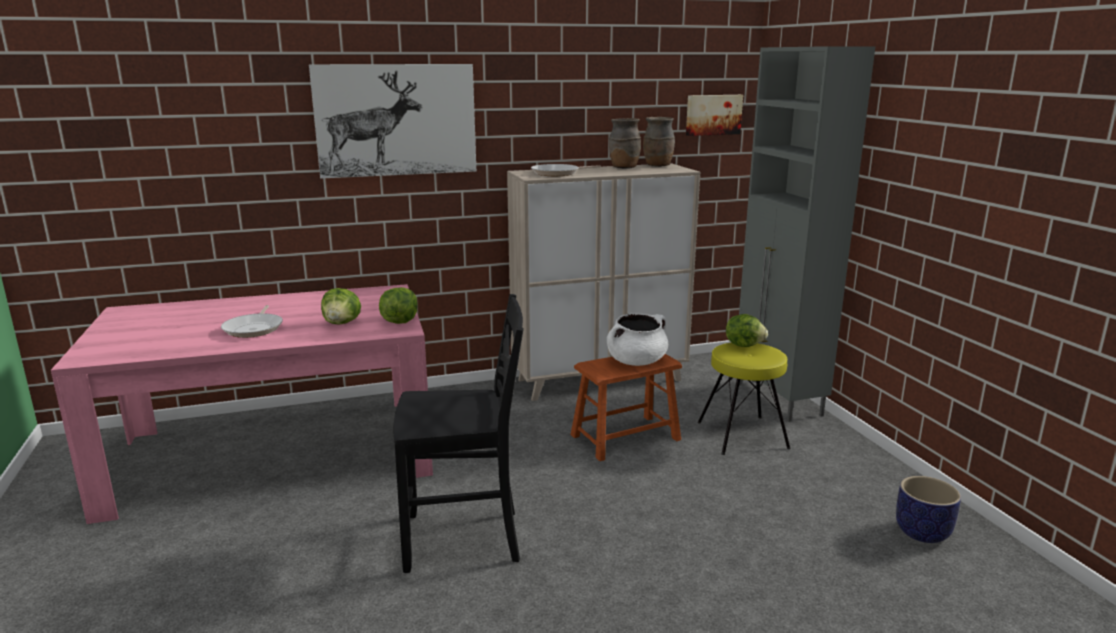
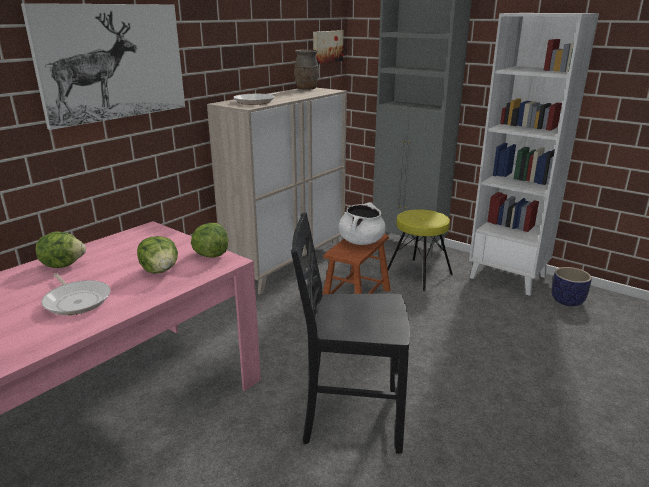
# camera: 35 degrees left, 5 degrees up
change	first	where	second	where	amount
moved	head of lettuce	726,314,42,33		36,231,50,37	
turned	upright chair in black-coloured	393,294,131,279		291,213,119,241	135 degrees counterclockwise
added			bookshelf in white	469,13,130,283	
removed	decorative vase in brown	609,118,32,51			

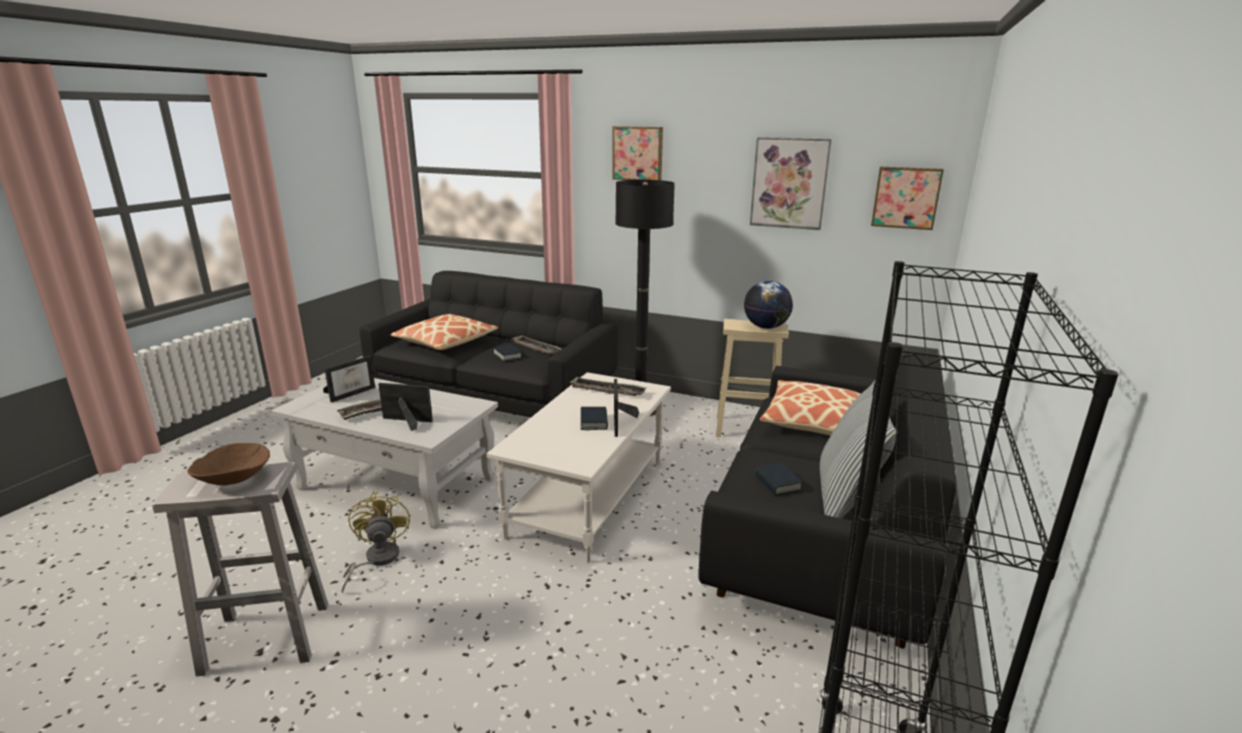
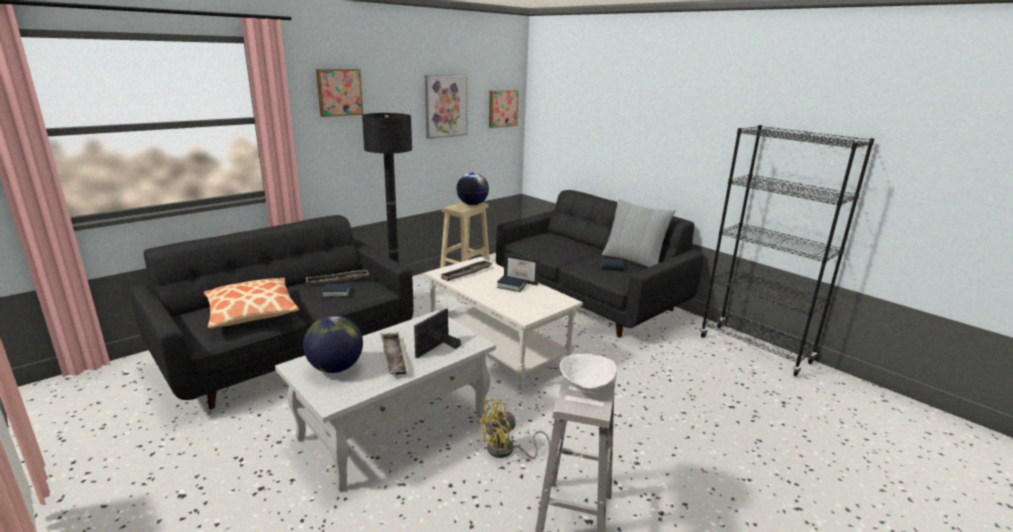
# camera: 65 degrees left, 0 degrees up
change	first	where	second	where	amount
replaced	picture frame	323,355,52,48	globe	303,315,60,58	
turned	fan in yellowish	341,492,69,101		477,398,73,61	45 degrees counterclockwise
recoloured	serving bowl in brown	187,443,83,42	serving bowl in white	560,354,57,37	
removed	throw pillow	760,380,100,56			

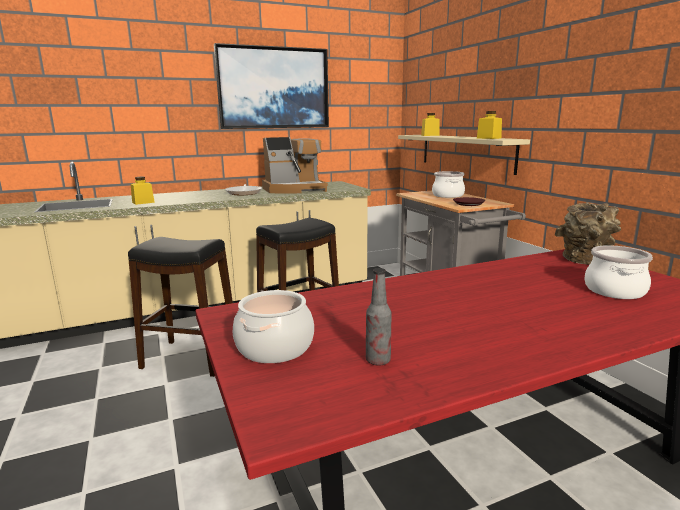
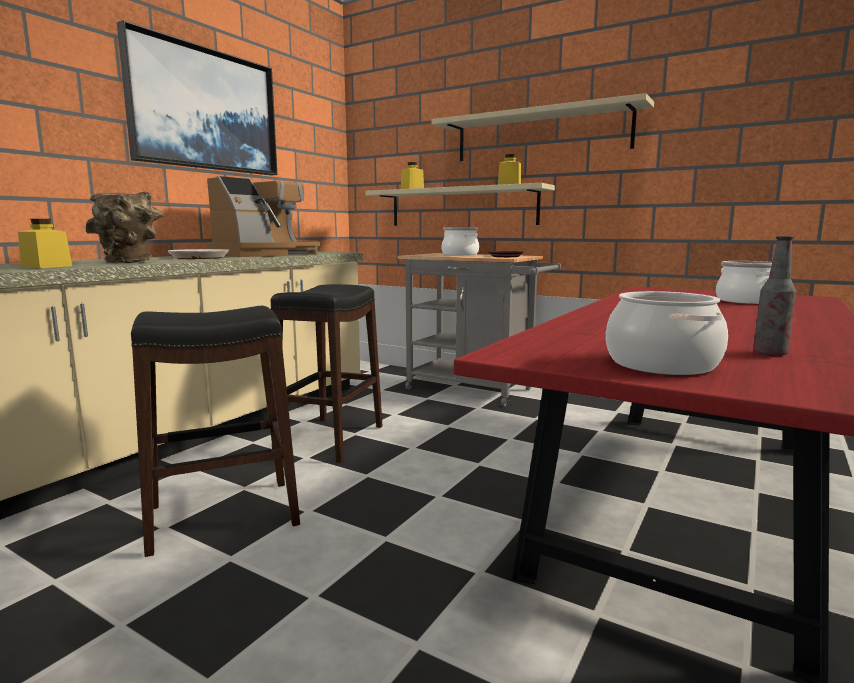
# camera: 35 degrees left, 5 degrees down
change	first	where	second	where	amount
moved	decorative vase in brown	555,202,66,63		86,192,78,71	
added			bracket shelf in beige	432,93,222,68	

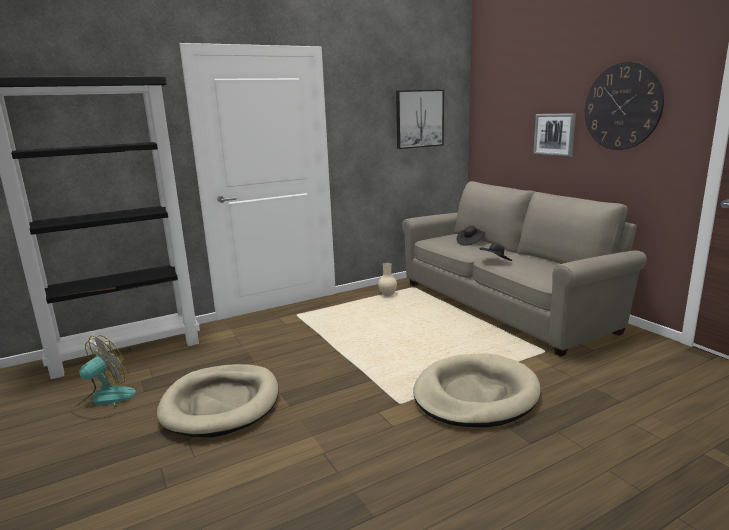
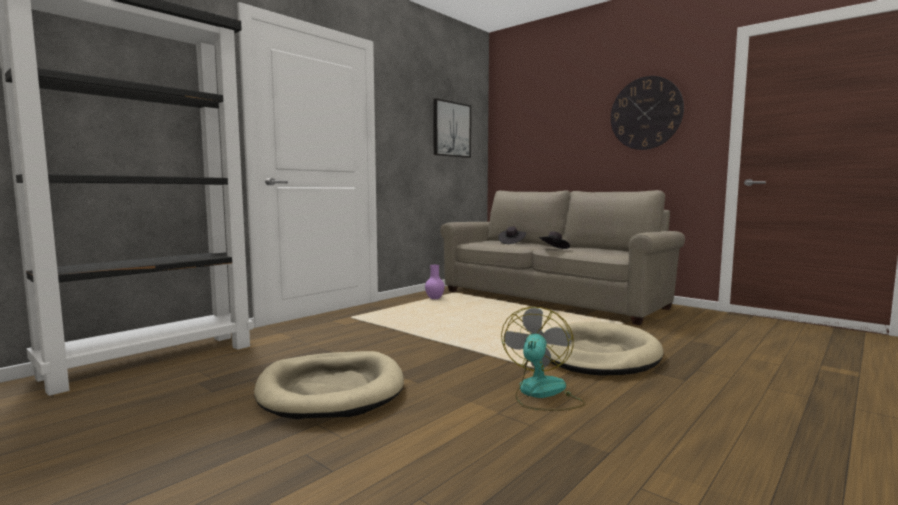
# camera: 20 degrees left, 10 degrees down
change	first	where	second	where	amount
recoloured	decorative vase in beige	378,263,19,33	decorative vase in purple-coloured	425,265,20,34	
moved	fan	71,335,65,84		501,307,85,104	
removed	wall art	533,113,43,44			

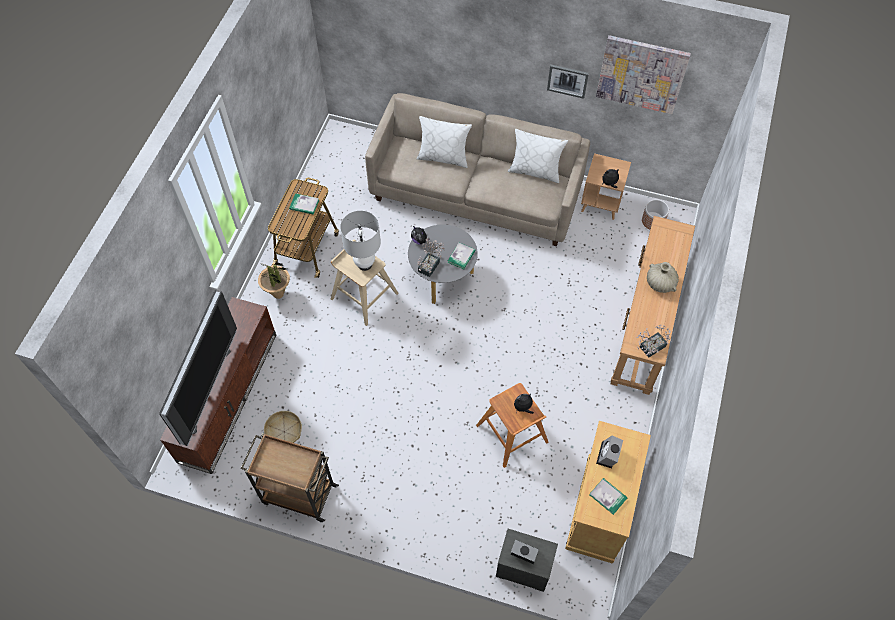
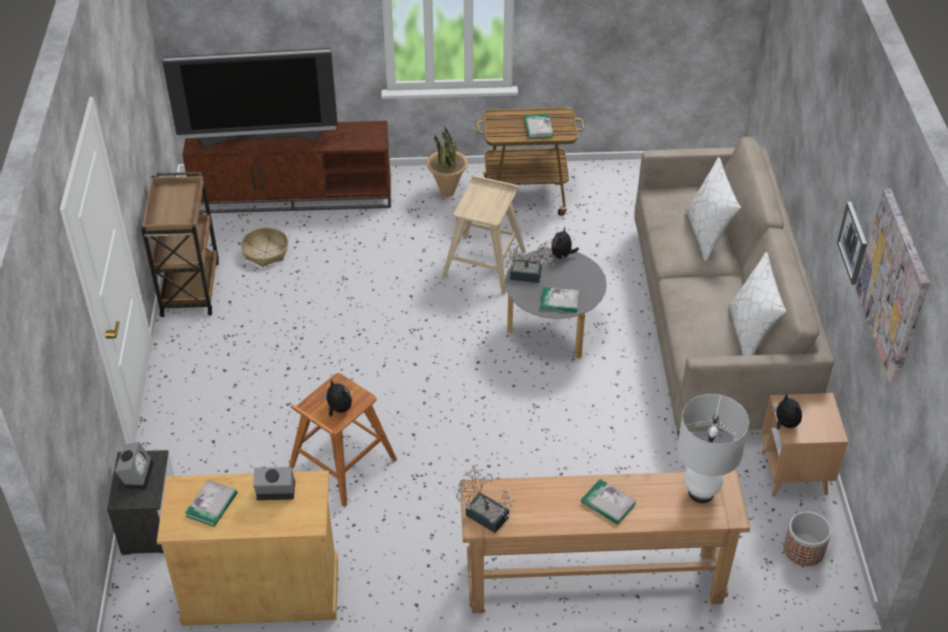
# camera: 70 degrees right, 15 degrees down
change	first	where	second	where	amount
replaced	decorative vase in beige	647,262,32,31	book	581,479,55,46	
moved	tabletop lamp in white	340,210,41,61		677,394,72,109	

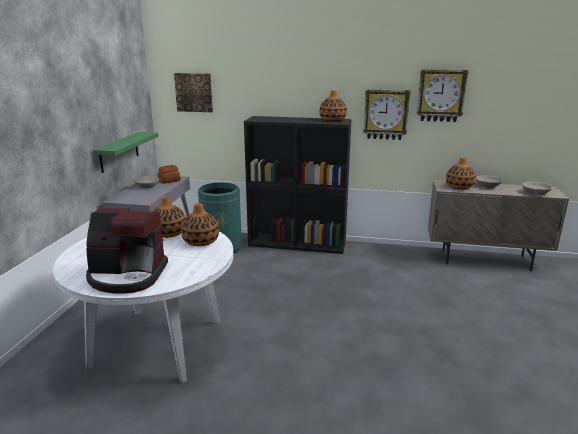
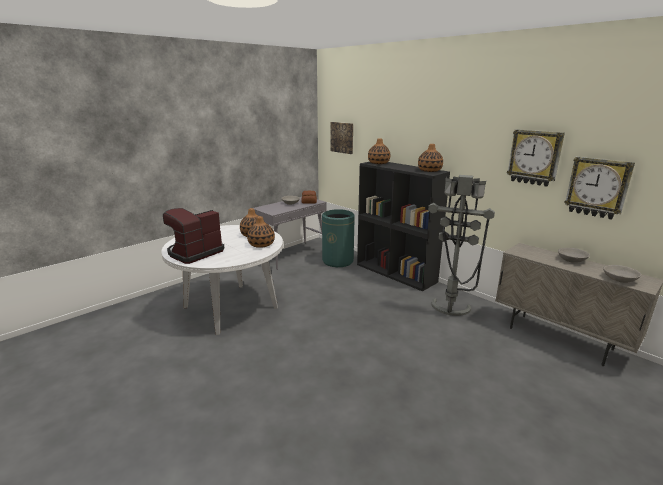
# camera: 35 degrees right, 0 degrees up
change	first	where	second	where	amount
turned	coffee maker	86,208,82,86		163,208,61,56	90 degrees clockwise
moved	decorative vase	446,157,30,32		368,138,22,26	
added			standard lamp in gray	428,175,67,141	
moved	wall clock	363,89,47,51		564,156,71,64	
removed	bracket shelf in greenish	93,132,66,41			

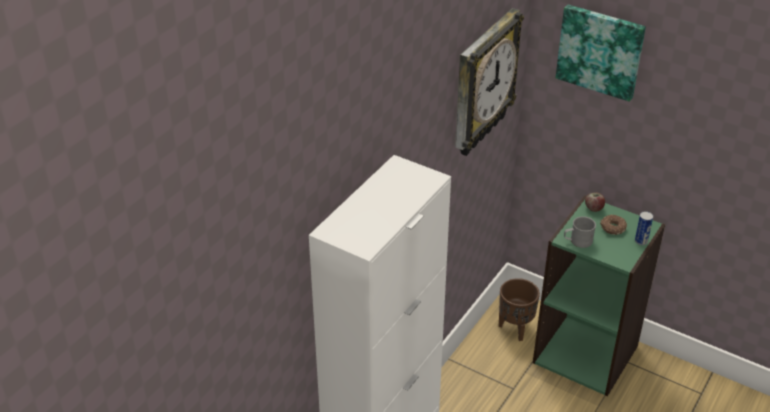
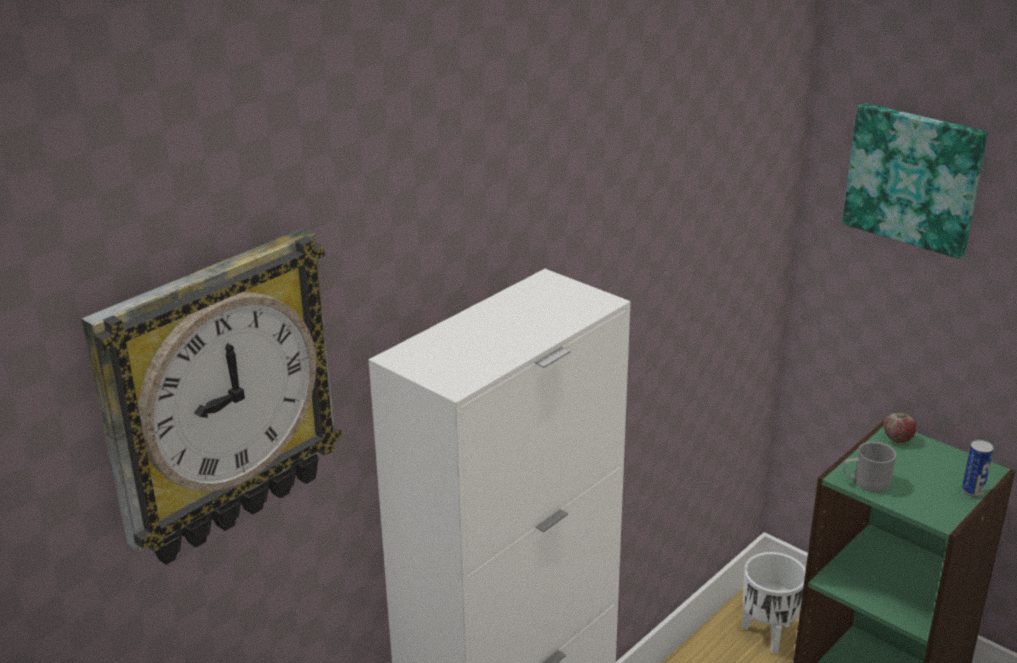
# camera: 10 degrees right, 10 degrees down
change	first	where	second	where	amount
moved	wall clock	455,8,69,148		81,229,261,336	
recoloured	plant pot in brown	499,278,41,63	plant pot in white	742,552,64,102	
removed	donut	600,215,27,20			

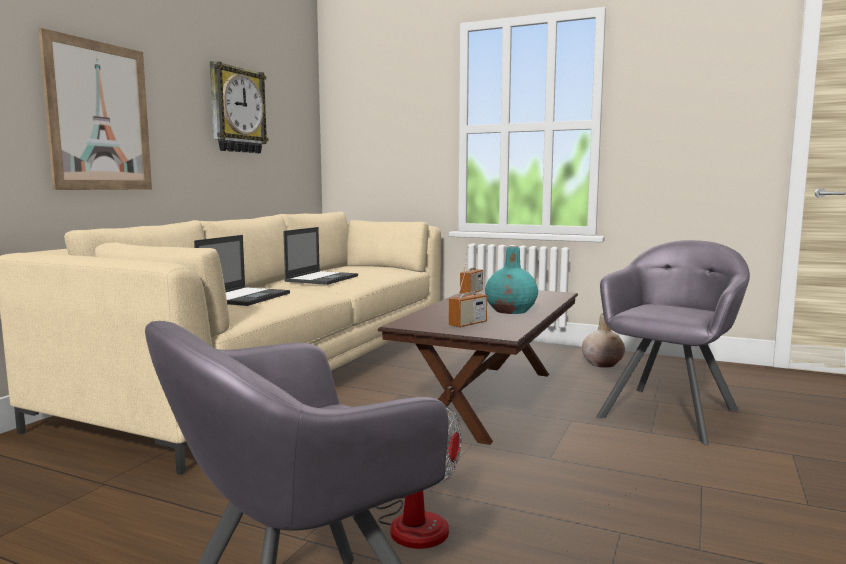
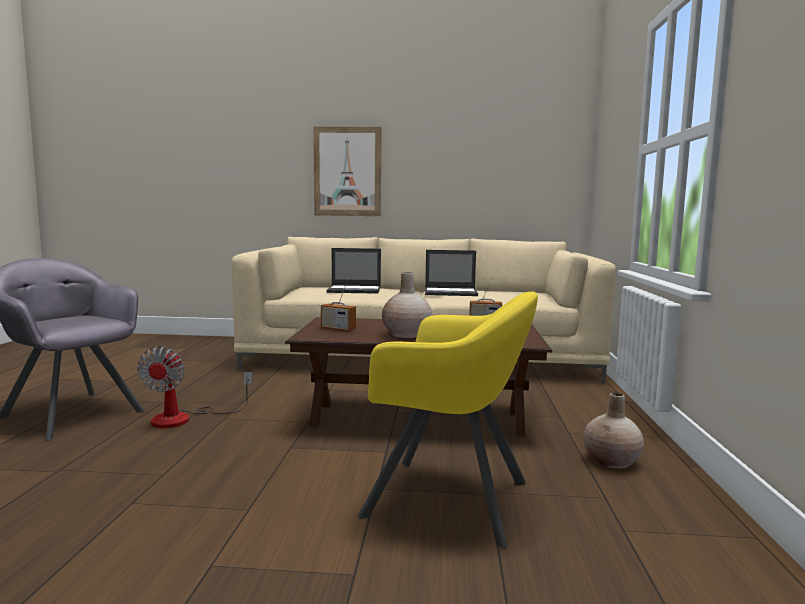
# camera: 70 degrees right, 0 degrees up
change	first	where	second	where	amount
recoloured	lounge chair in gray	596,240,154,205	lounge chair in yellowish	357,292,181,257	
recoloured	decorative vase in turquoise	485,246,53,68	decorative vase in beige	382,272,51,66	
removed	wall clock	210,61,59,92			

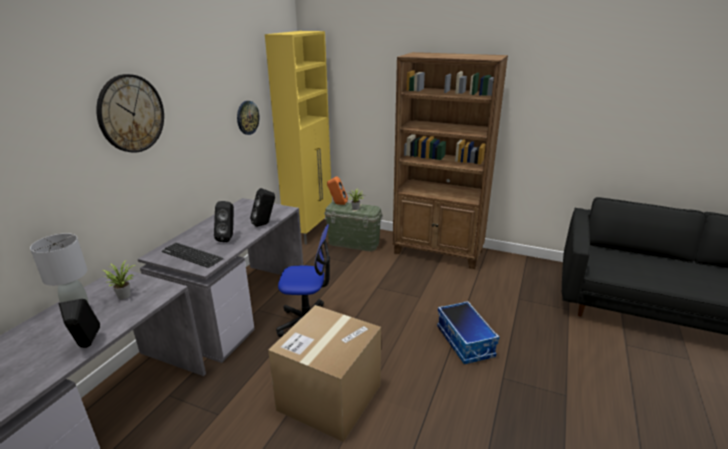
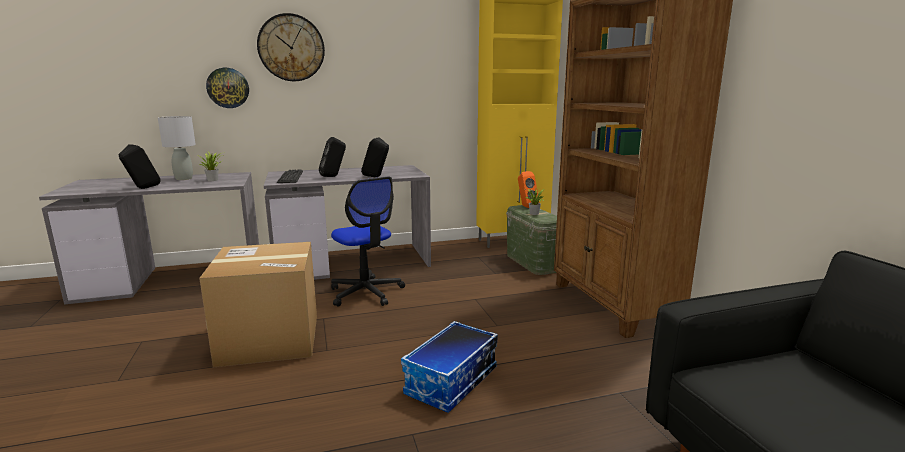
# camera: 50 degrees right, 10 degrees down
change	first	where	second	where	amount
moved	wall clock	237,101,23,34		206,68,43,40	

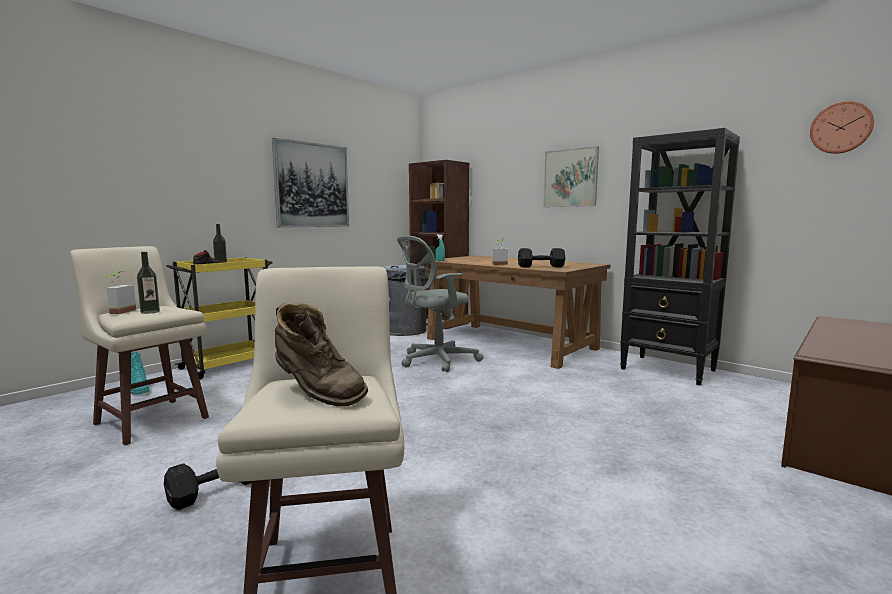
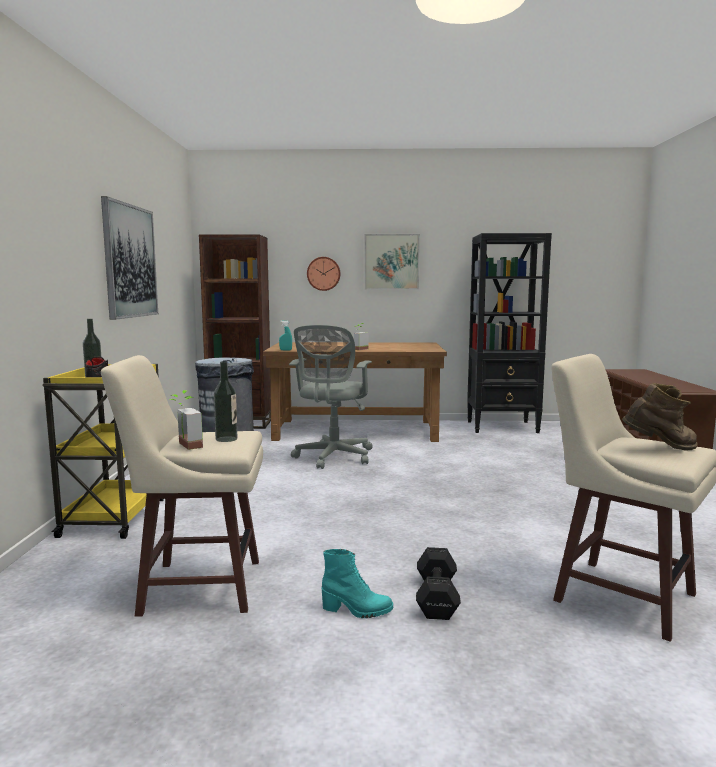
# camera: 40 degrees left, 0 degrees up
change	first	where	second	where	amount
moved	wall clock	810,101,64,53		307,257,34,34	
moved	high-top boot in turquoise	131,352,19,43		322,549,71,69	
removed	hand weight in black-coloured	518,248,47,20			

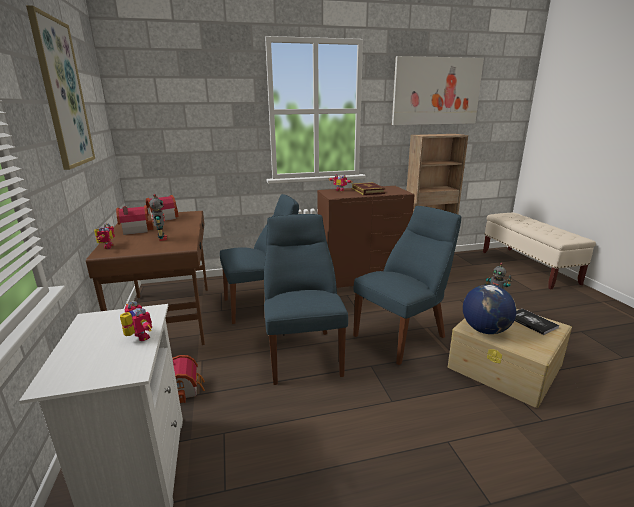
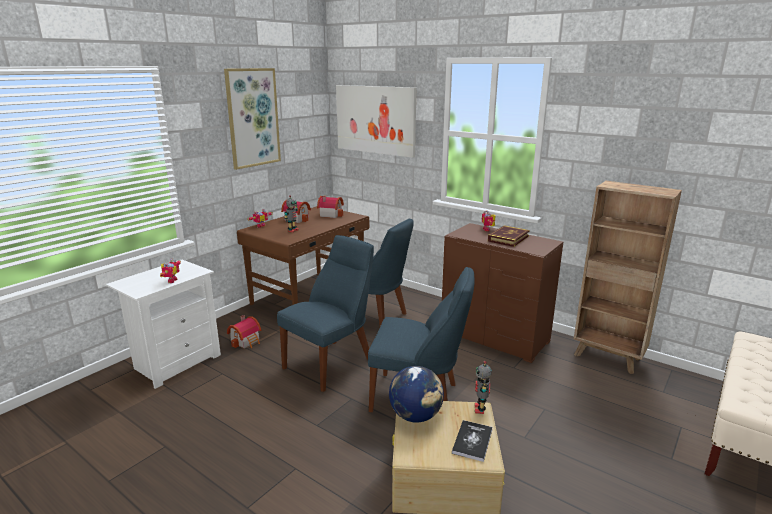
# camera: 50 degrees right, 0 degrees up
change	first	where	second	where	amount
moved	wall art	392,56,92,69		336,85,80,73	

